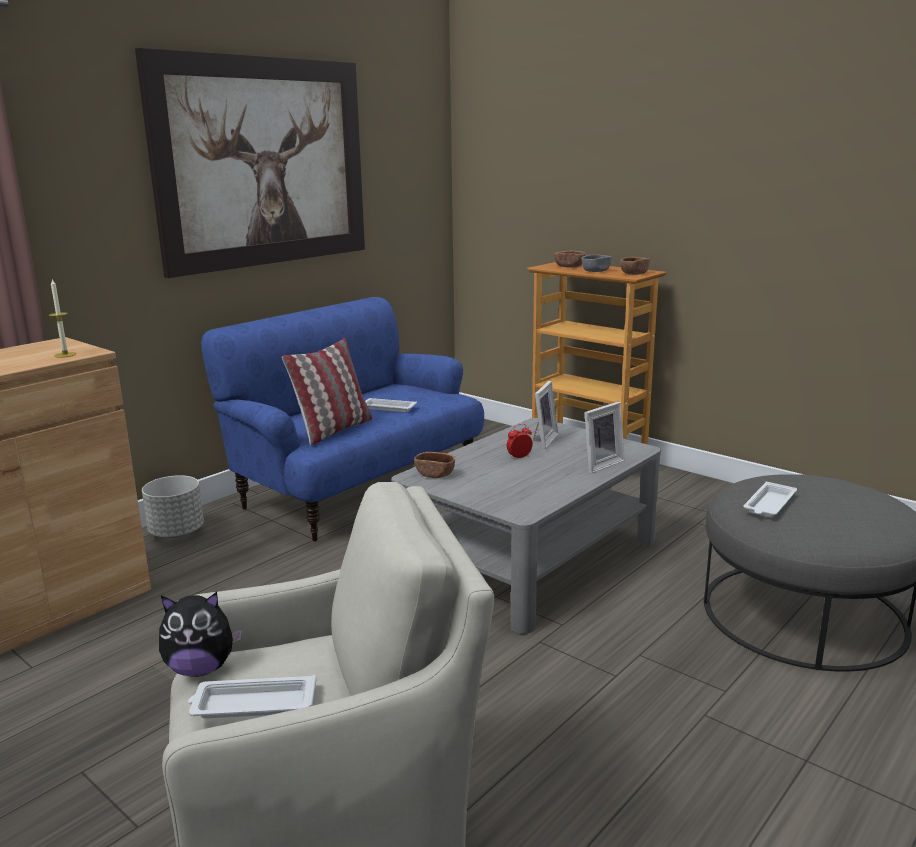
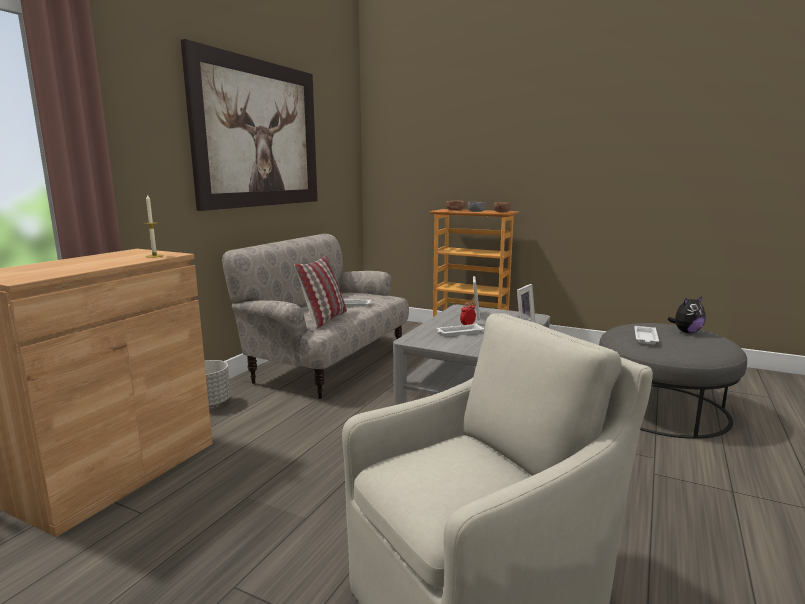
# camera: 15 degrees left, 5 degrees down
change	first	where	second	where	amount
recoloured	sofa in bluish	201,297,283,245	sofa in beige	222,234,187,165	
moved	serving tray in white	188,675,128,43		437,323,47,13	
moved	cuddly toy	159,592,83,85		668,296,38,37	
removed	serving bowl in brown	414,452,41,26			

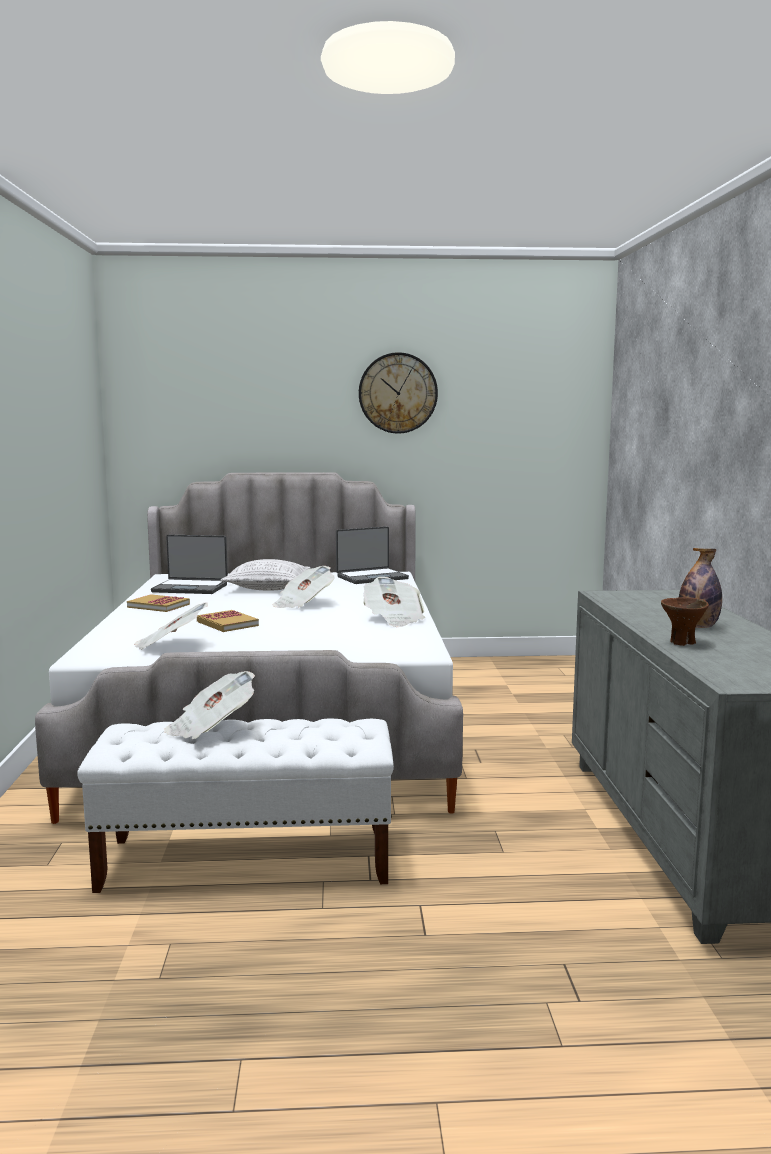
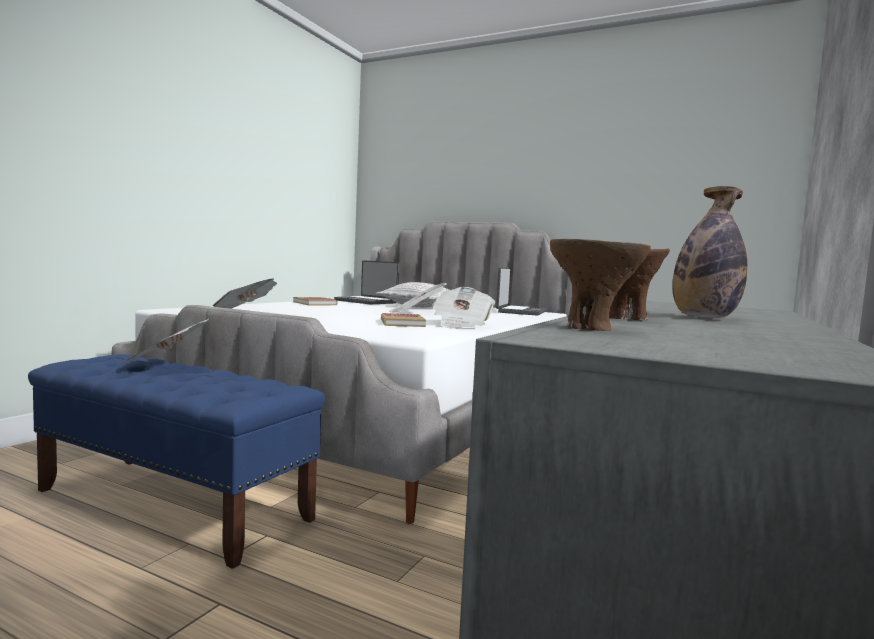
# camera: 30 degrees right, 5 degrees down
change	first	where	second	where	amount
recoloured	bench in white	77,719,317,174	bench in bluish	28,354,297,215	
moved	book	197,610,62,22		381,313,45,14	
turned	portable computer	336,526,73,58		496,267,51,49	75 degrees counterclockwise
added			serving bowl in brown	550,239,101,92	
removed	wall clock	359,352,79,82			

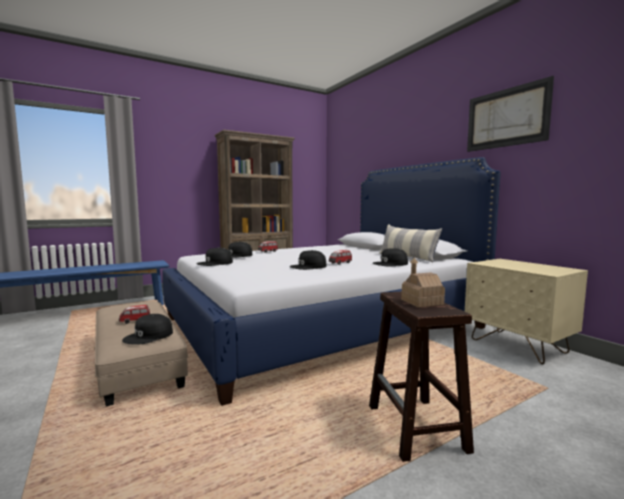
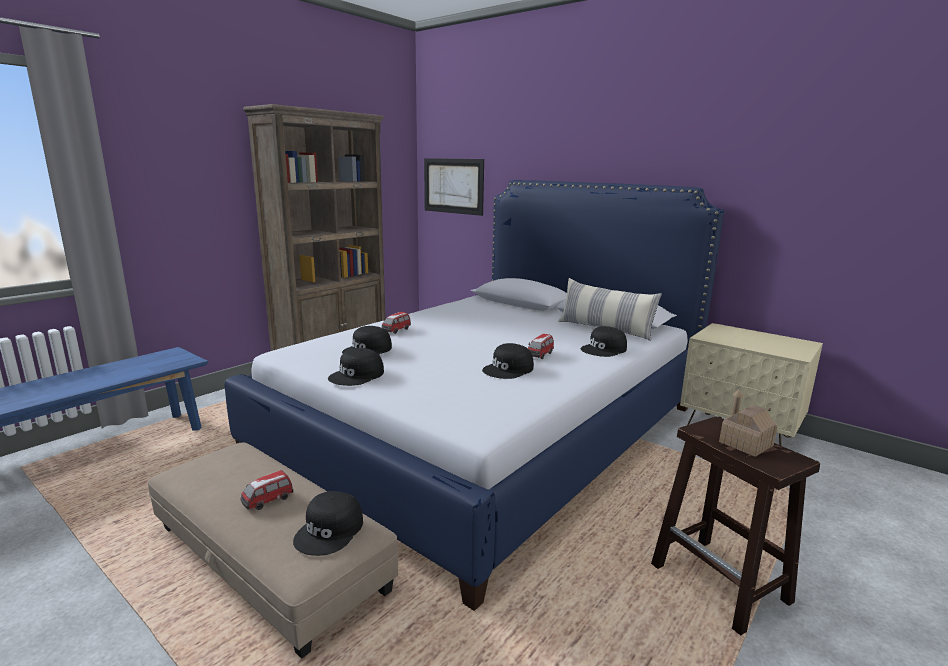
# camera: 20 degrees left, 10 degrees up
change	first	where	second	where	amount
moved	wall art	467,76,87,76		424,158,60,58	

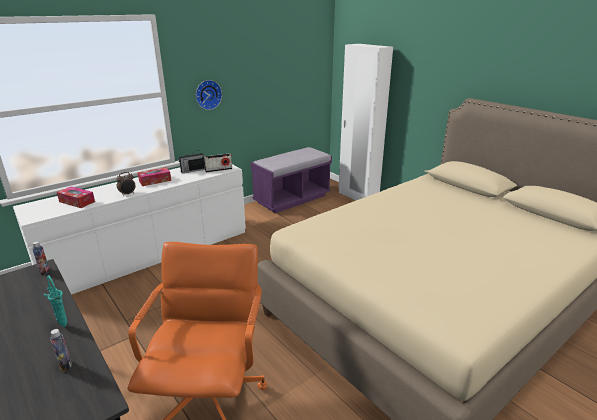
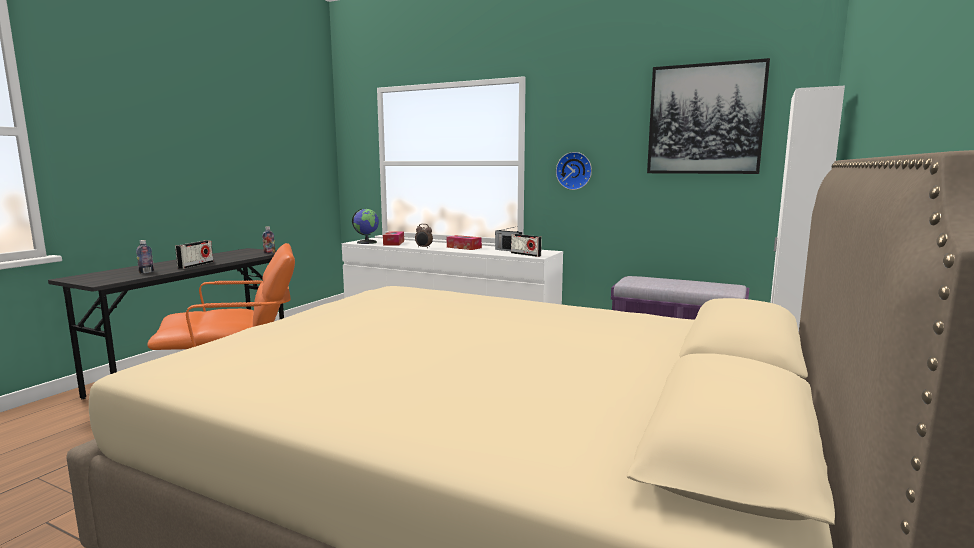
# camera: 65 degrees right, 15 degrees down
change	first	where	second	where	amount
replaced	decorative vase in turquoise	44,275,23,52	radio	175,240,38,29	
added			globe	352,209,27,35	
added			wall art	647,58,123,116	

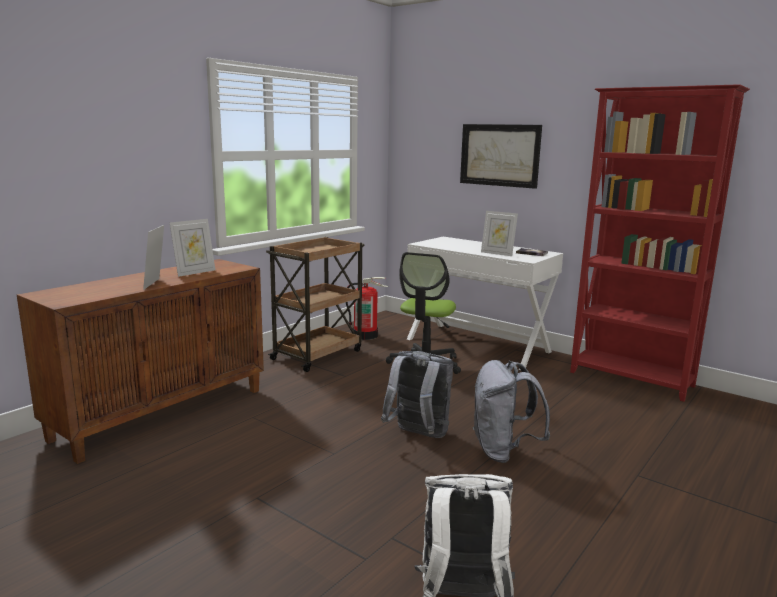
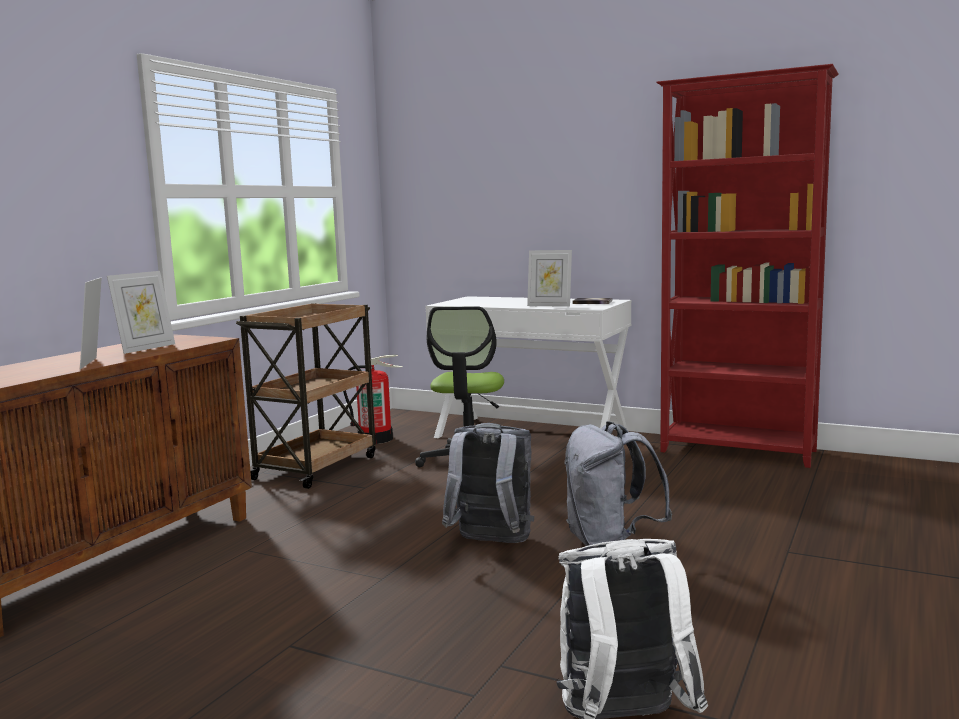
# camera: 10 degrees left, 5 degrees down
change	first	where	second	where	amount
removed	wall art	460,124,82,65			

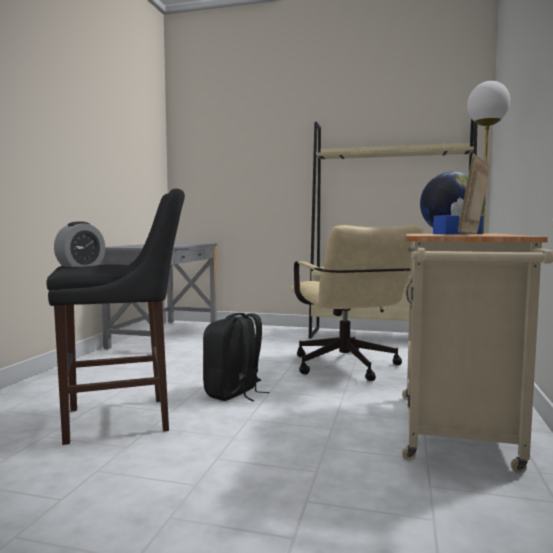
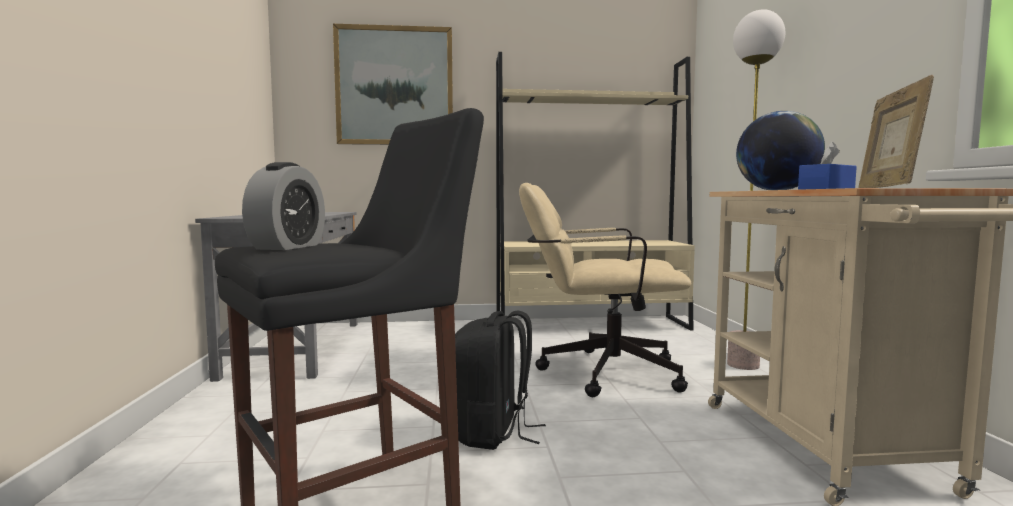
# camera: 20 degrees left, 0 degrees up
change	first	where	second	where	amount
added			wall art	333,24,120,121	
turned	desk chair in beige	291,225,132,156		519,183,173,214	135 degrees clockwise

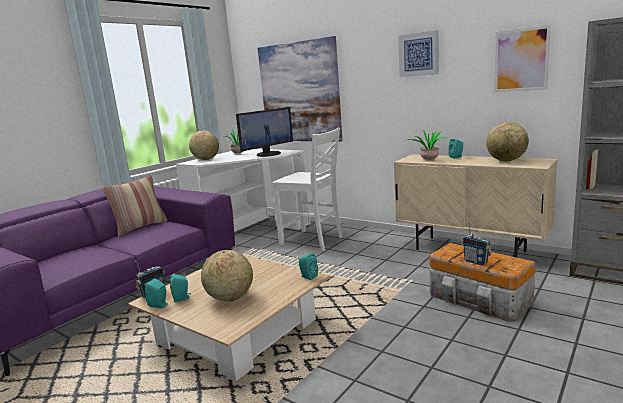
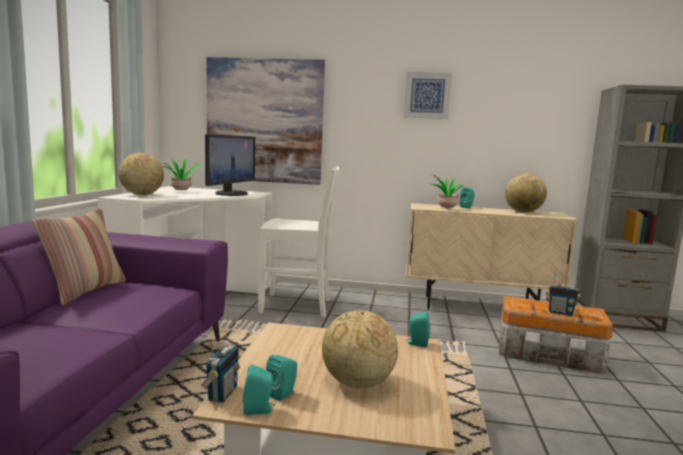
# camera: 30 degrees left, 5 degrees down
change	first	where	second	where	amount
removed	wall art	494,25,57,67			

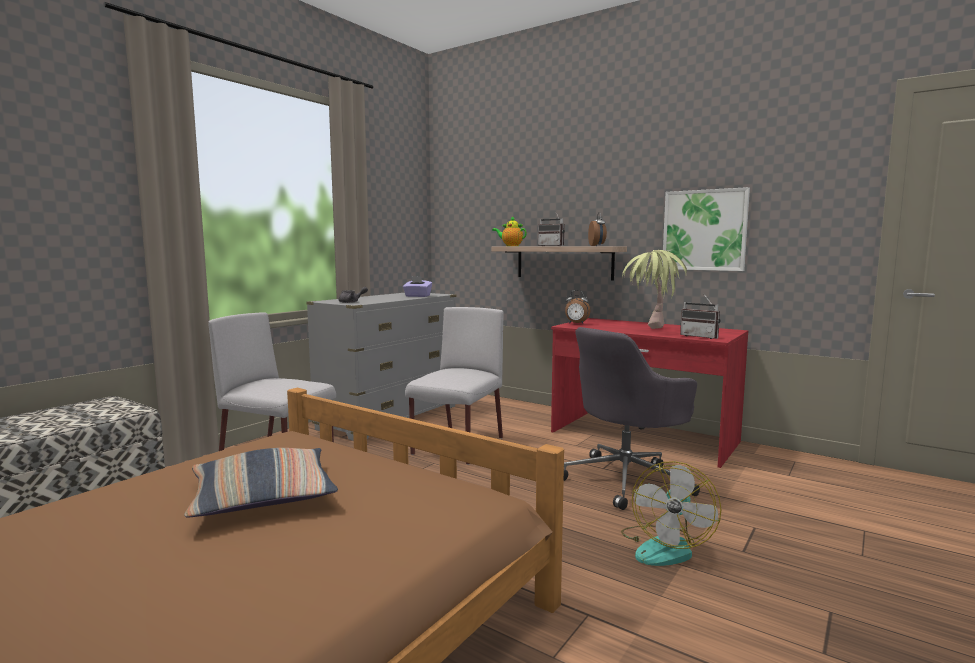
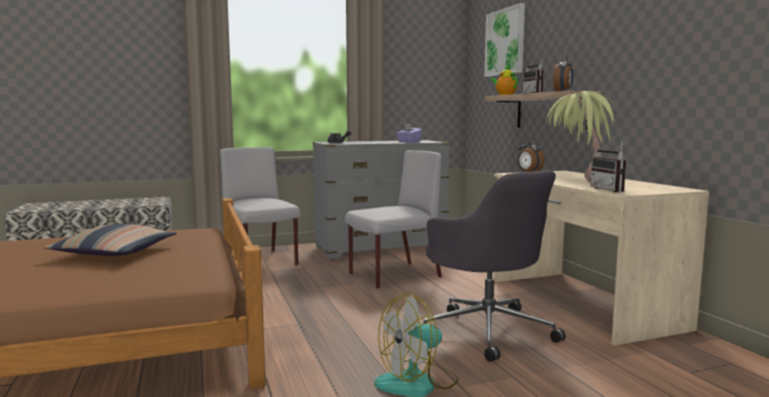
# camera: 35 degrees right, 0 degrees up
change	first	where	second	where	amount
turned	desk chair in gray	564,327,136,183		424,171,142,191	120 degrees counterclockwise
moved	wall art	662,187,88,84		484,3,41,74	
recoloured	desk table in red	551,318,197,150	desk table in beige	494,171,215,175	

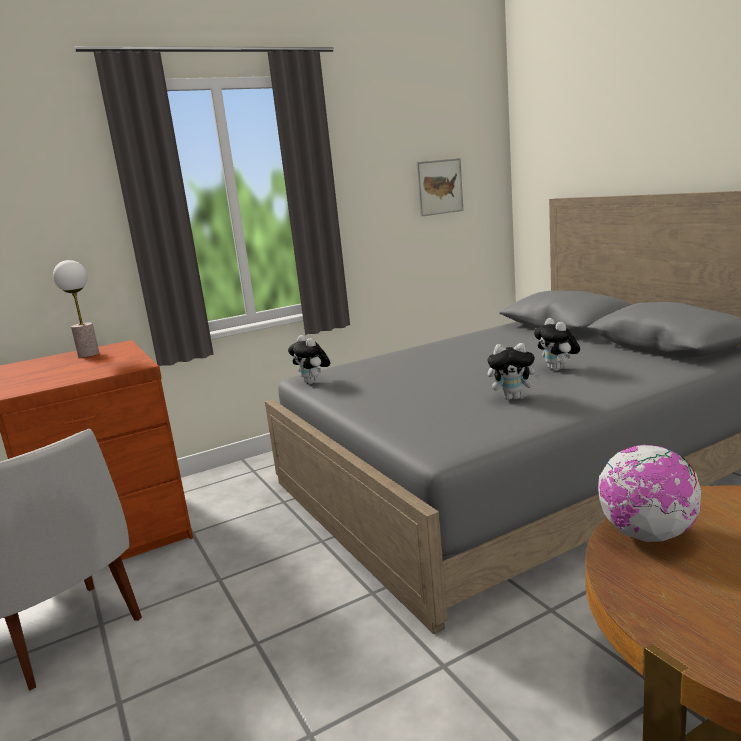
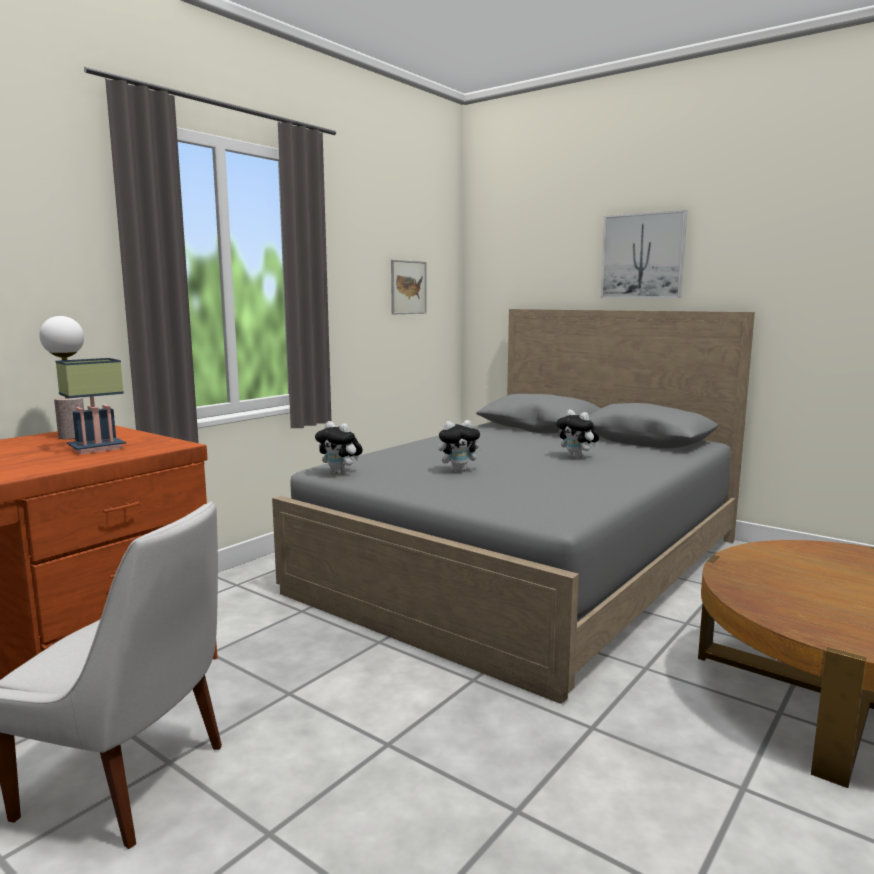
# camera: 25 degrees left, 5 degrees down
change	first	where	second	where	amount
added			tabletop lamp	55,358,71,96	
moved	cuddly toy	488,343,53,57		438,420,45,52	
added			wall art	601,210,86,88	
removed	globe	598,445,103,97			

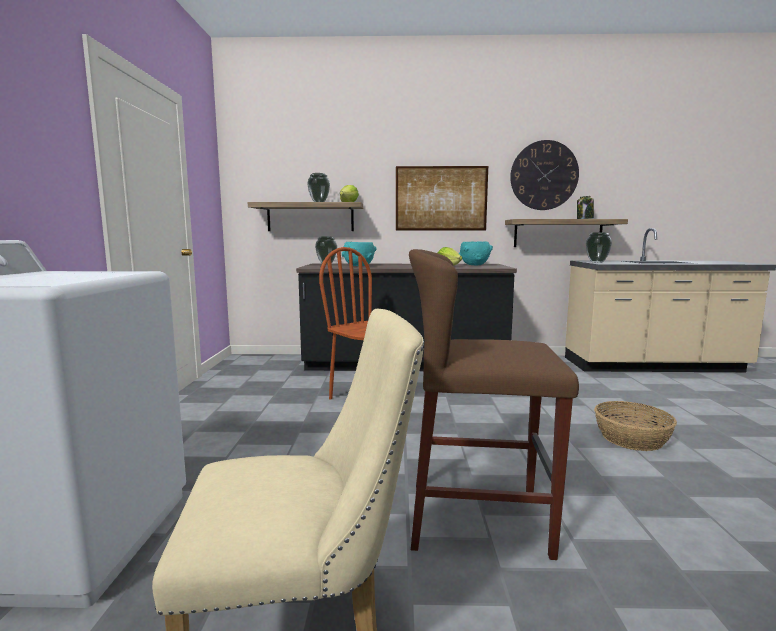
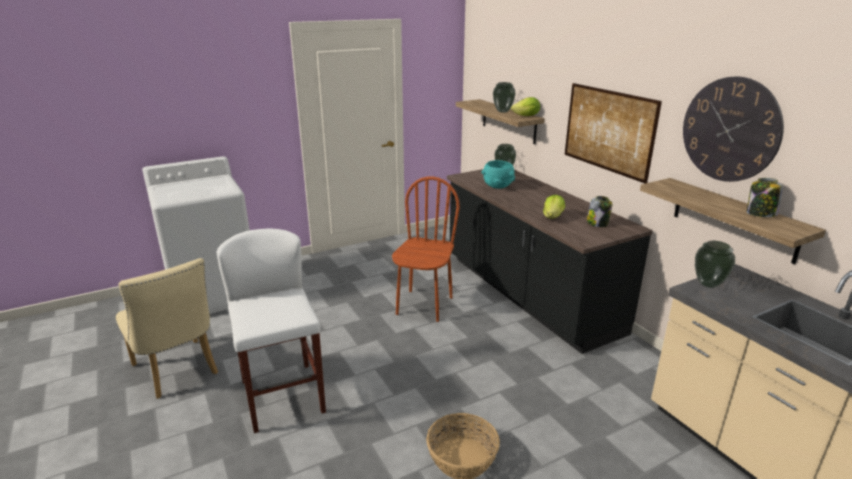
# camera: 60 degrees right, 15 degrees up
change	first	where	second	where	amount
recoloured	sitting stool in brown	409,249,170,311	sitting stool in white	217,228,109,205	
replaced	serving bowl in turquoise	459,241,34,25	jar	587,196,25,31	

